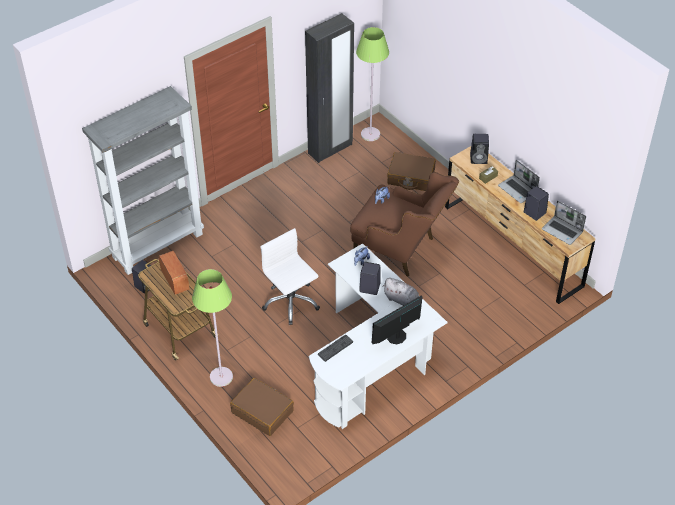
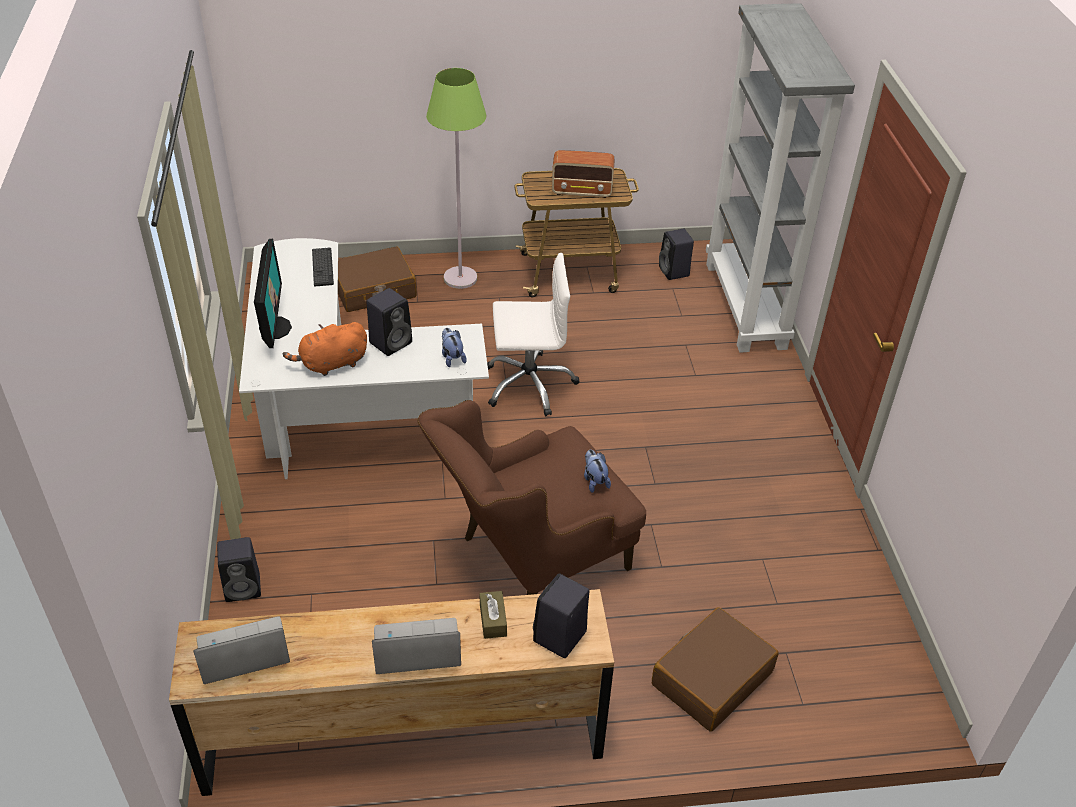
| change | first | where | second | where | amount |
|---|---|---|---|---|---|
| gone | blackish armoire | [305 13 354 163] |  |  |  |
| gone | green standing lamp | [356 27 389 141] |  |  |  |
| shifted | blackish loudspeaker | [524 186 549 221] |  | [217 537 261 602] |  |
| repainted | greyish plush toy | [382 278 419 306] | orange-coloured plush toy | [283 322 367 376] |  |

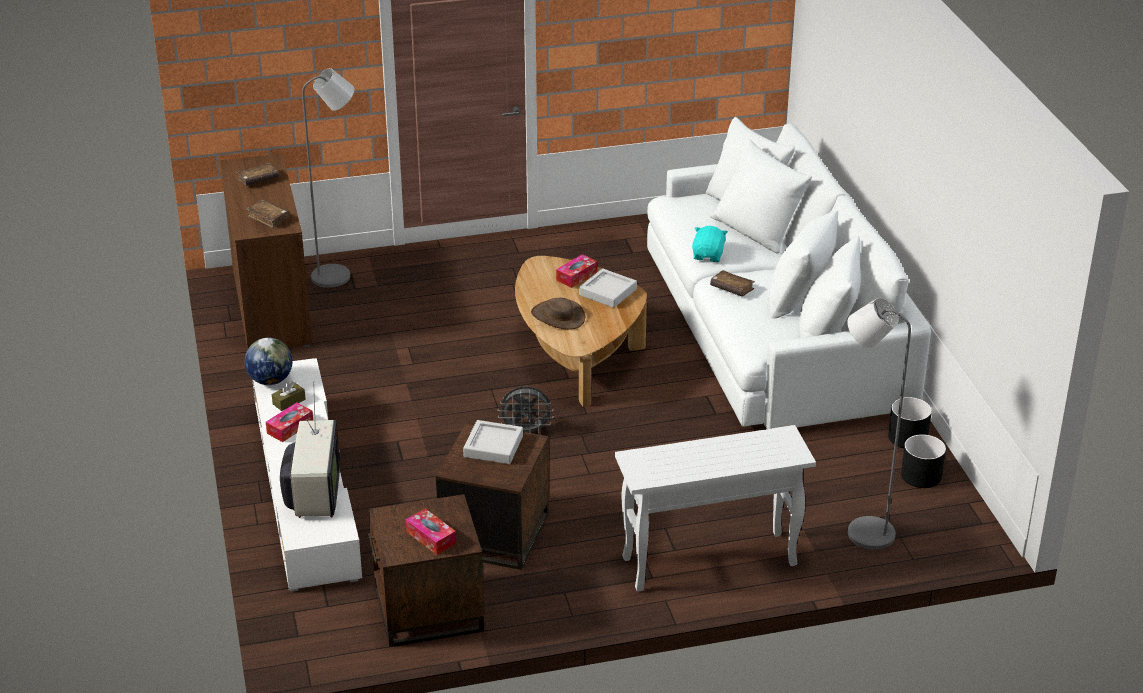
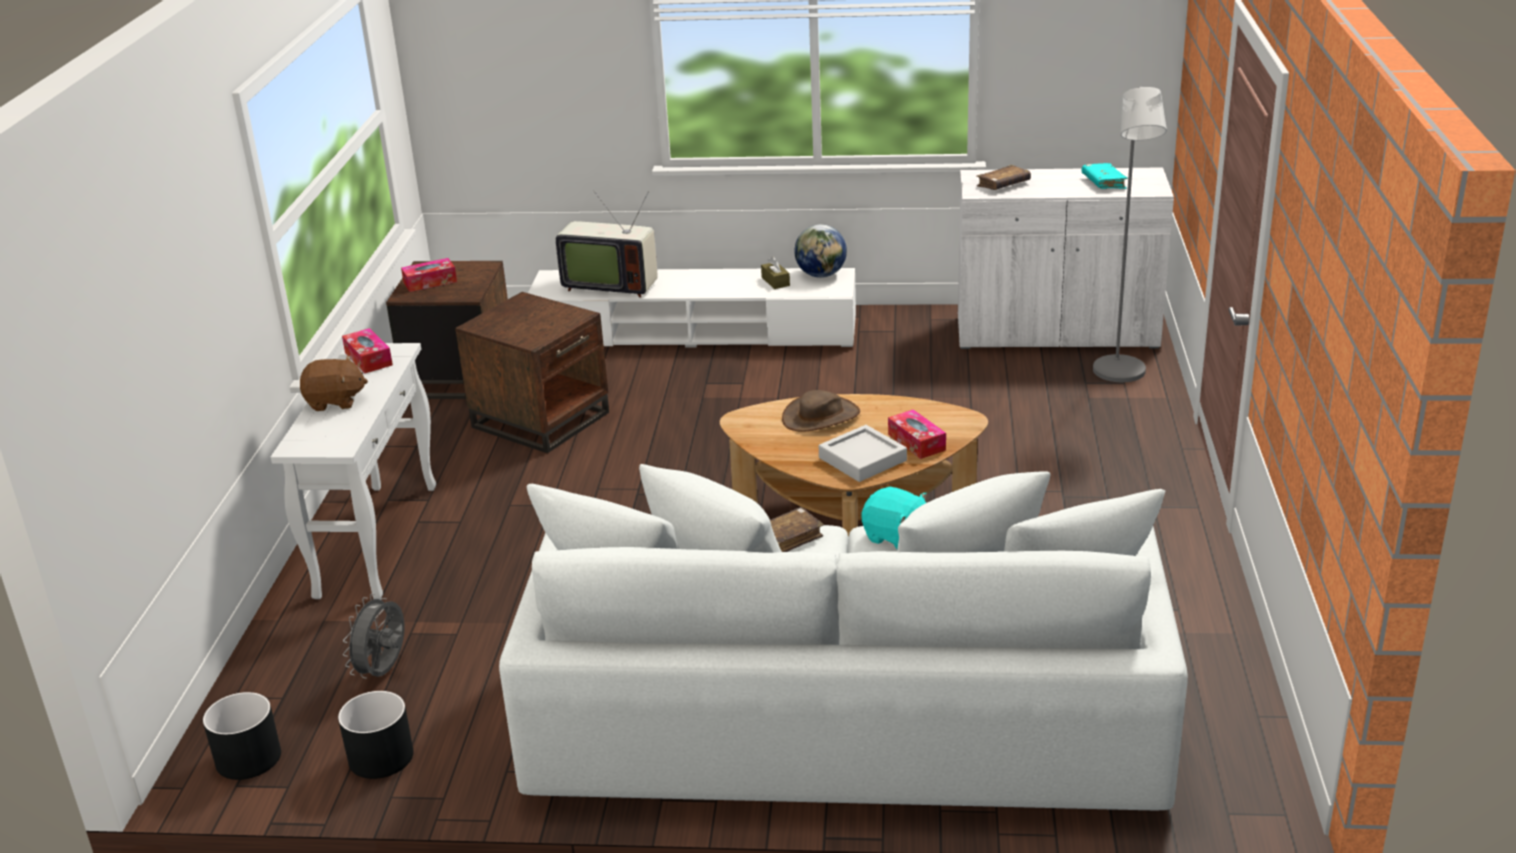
| change | first | where | second | where | amount |
|---|---|---|---|---|---|
| repainted | brown storage cabinet | [220 154 312 349] | white-coloured storage cabinet | [958 167 1174 349] |  |
| repainted | brown volume | [236 162 279 186] | blue-green volume | [1081 163 1128 189] |  |
| gone | greyish standing lamp | [847 298 911 550] |  |  |  |
| shifted | greyish cooling fan | [498 386 554 434] |  | [343 593 404 679] |  |
| shifted | blackish planter | [888 397 932 448] |  | [203 692 281 780] |  |
| shifted | tissue holder | [266 402 313 442] |  | [342 328 393 374] |  |
| gone | greyish carrying tray | [463 420 523 464] |  |  |  |
| new |  |  | brown plush toy | [300 355 368 411] |  |

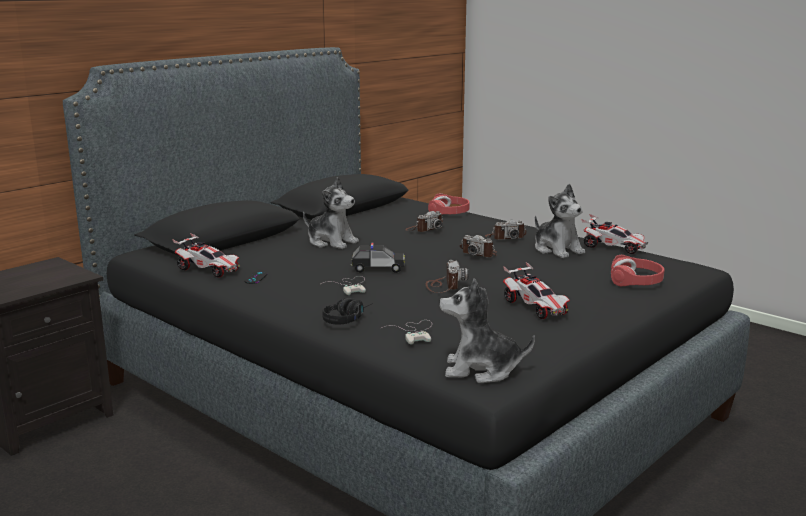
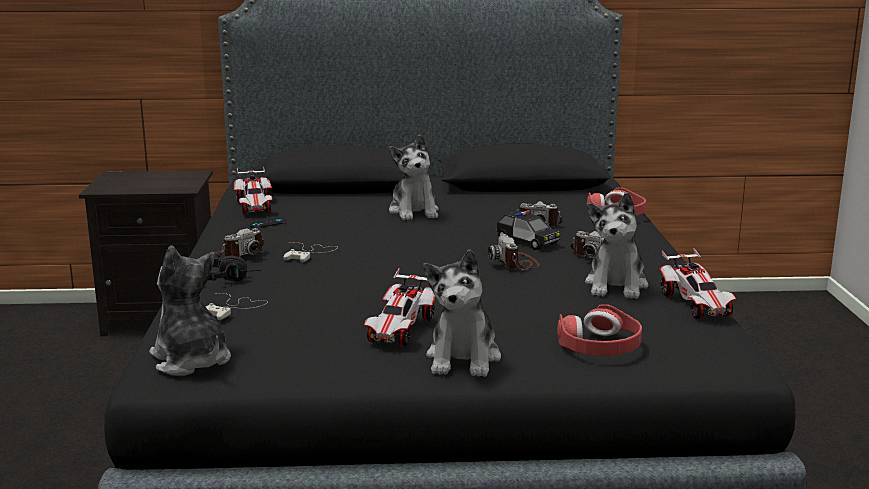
| change | first | where | second | where | amount |
|---|---|---|---|---|---|
| shifted | toy car | [351 243 405 273] |  | [496 210 560 250] |  |
| shifted | photo camera | [425 260 468 293] |  | [214 228 264 258] |  |
| new |  |  | plush toy | [423 249 501 377] |  |

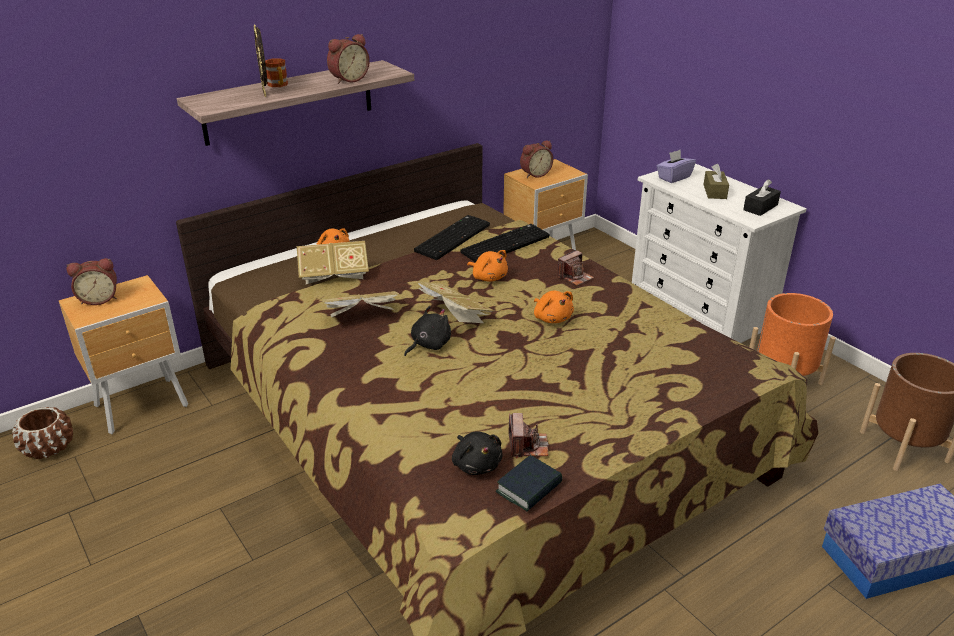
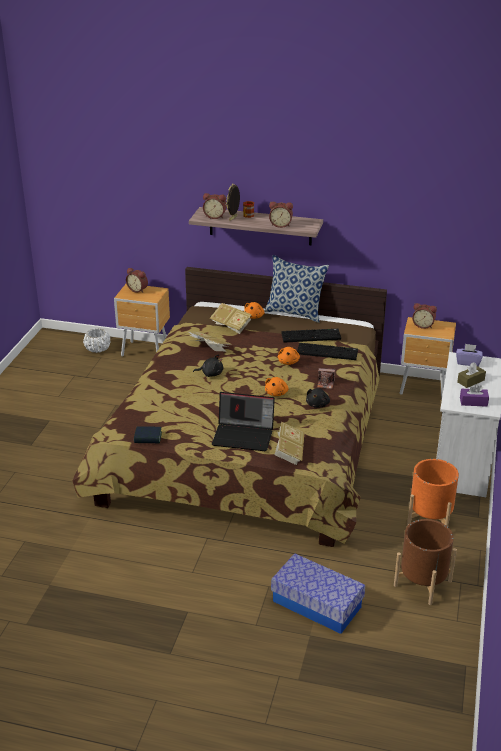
| change | first | where | second | where | amount |
|---|---|---|---|---|---|
| repainted | blackish tissue holder | [743 180 781 216] | purplish tissue holder | [460 384 489 407] |  |
| shifted | volume | [417 281 494 323] |  | [275 422 305 465] |  |
| repainted | brown planter | [12 407 73 459] | white-coloured planter | [83 328 111 353] |  |
| gone | photo camera | [508 413 549 459] |  |  |  |
| shifted | blackish plush toy | [452 431 503 475] |  | [306 388 330 408] |  |
| new |  |  | bedside clock | [203 193 227 219] |  |
| new |  |  | cushion | [265 255 329 323] |  |
| new |  |  | notebook computer | [212 392 275 451] |  |

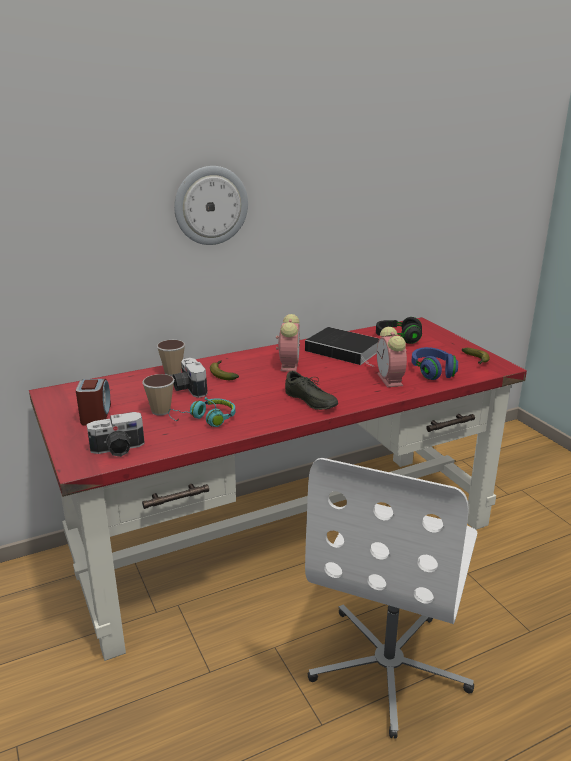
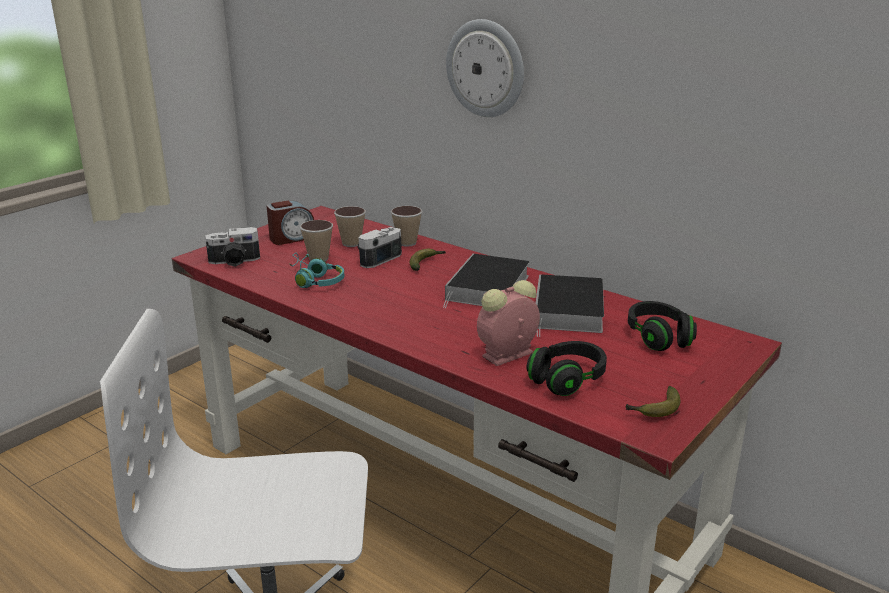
| change | first | where | second | where | amount |
|---|---|---|---|---|---|
| swapped | bedside clock | [276 314 300 372] | volume | [443 254 529 308] |  |
| repainted | blue headphones | [411 347 458 380] | blackish headphones | [527 341 607 396] |  |
| gone | greyish low shoe | [285 371 338 410] |  |  |  |
| rotated | photo camera | [87 412 145 457] |  | [205 227 260 267] | 60 degrees counterclockwise |
| new |  |  | drinking cup | [334 206 366 247] |  |

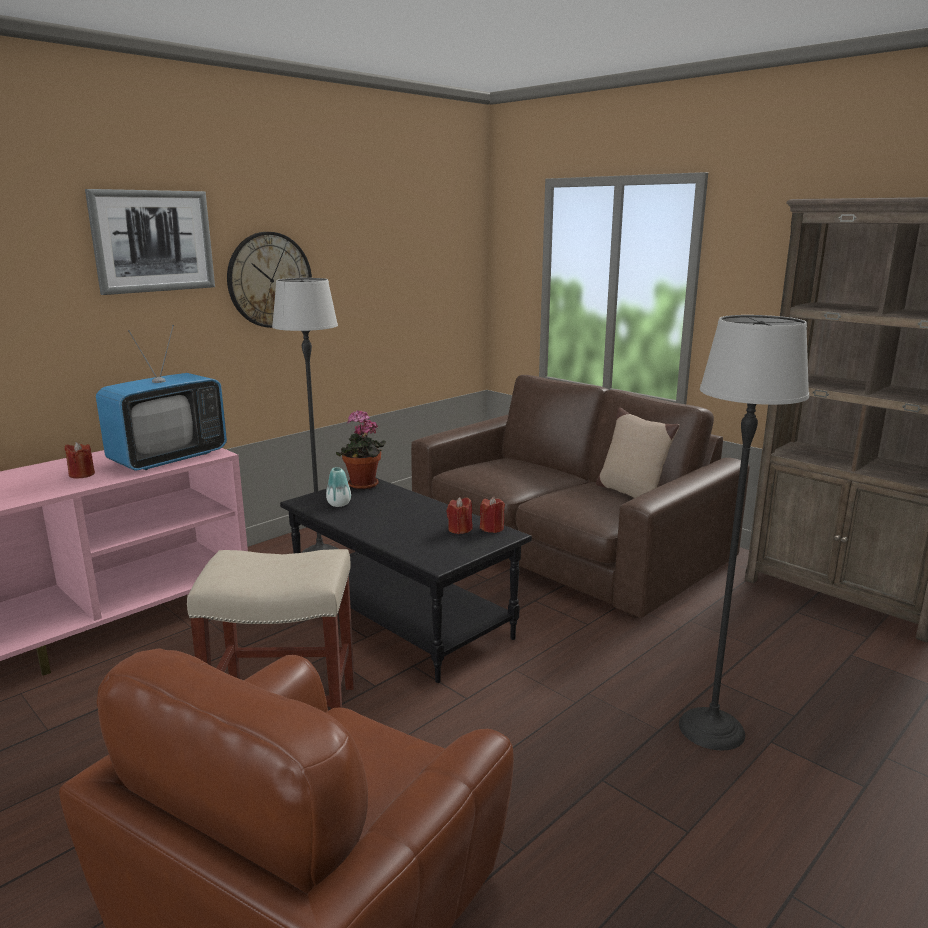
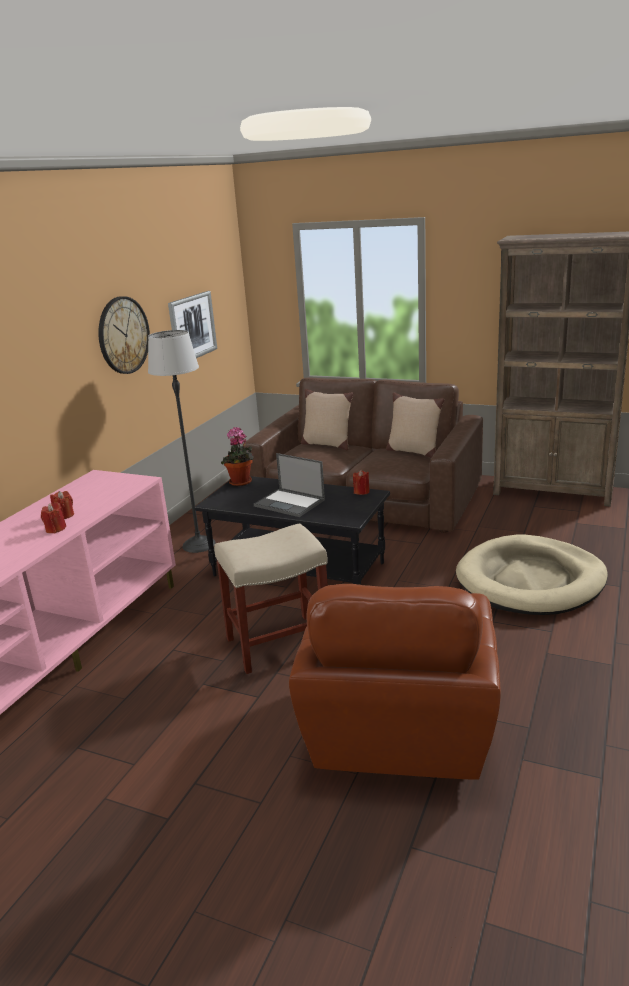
| change | first | where | second | where | amount |
|---|---|---|---|---|---|
| shifted | wall art | [85 189 215 295] |  | [168 291 217 358] |  |
| swapped | standing lamp | [679 315 809 750] | sand-coloured dog bed | [456 534 608 615] |  |
| gone | TV set | [96 325 227 471] |  |  |  |
| gone | vase | [326 467 351 507] |  |  |  |
| shifted | reddish wax light | [447 497 472 534] |  | [41 502 66 533] |  |
| new |  |  | sand-coloured cushion | [301 389 353 451] |  |
| new |  |  | notebook computer | [254 453 325 517] |  |

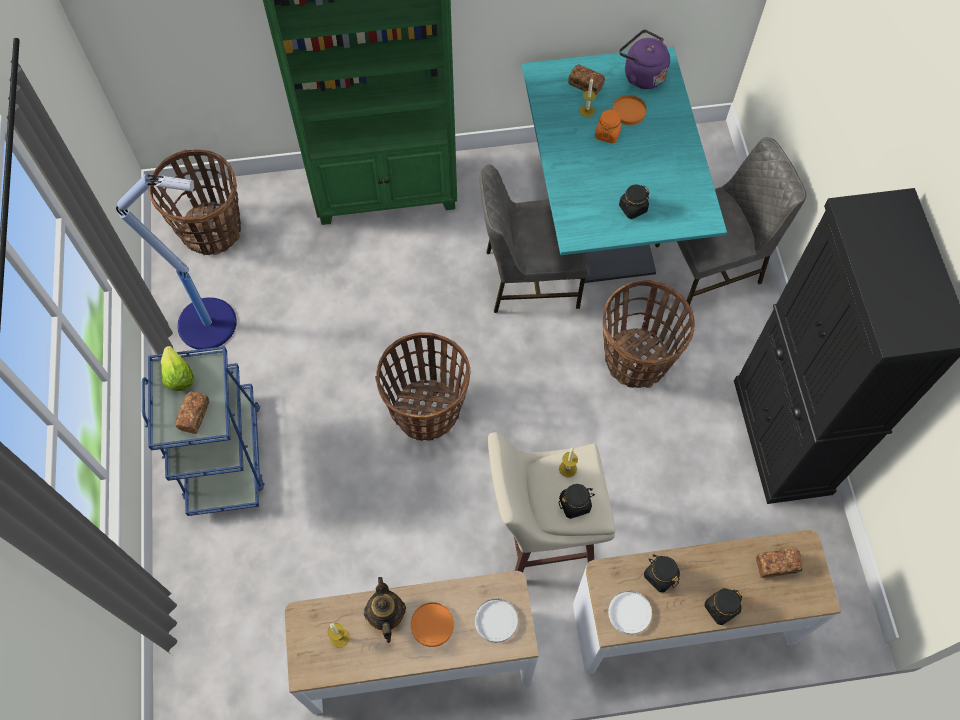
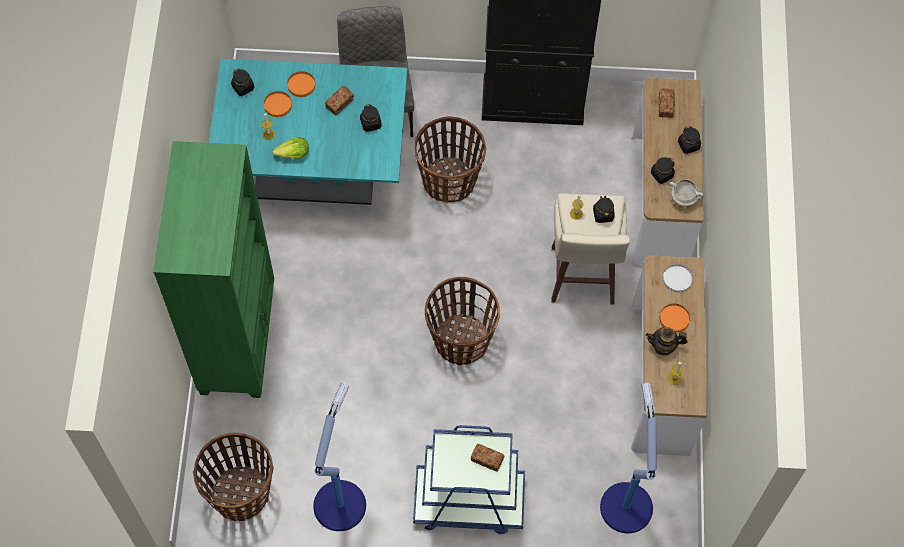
| change | first | where | second | where | amount |
|---|---|---|---|---|---|
| swapped | purplish water kettle | [619 30 670 89] | blackish jar | [231 68 254 96] |  |
| shifted | bakery bread | [568 64 605 95] |  | [325 86 354 115] |  |
| gone | orange-coloured jar | [595 109 622 144] |  |  |  |
| gone | greyish upright chair | [479 165 590 313] |  |  |  |
| shifted | lettuce | [161 346 194 391] |  | [272 137 309 159] |  |
| swapped | white-coloured plate | [608 590 652 635] | white-coloured saucepot | [669 179 704 207] |  |
| new |  |  | orange-coloured plate | [287 71 315 97] |  |
| new |  |  | standing lamp | [600 383 657 533] |  |

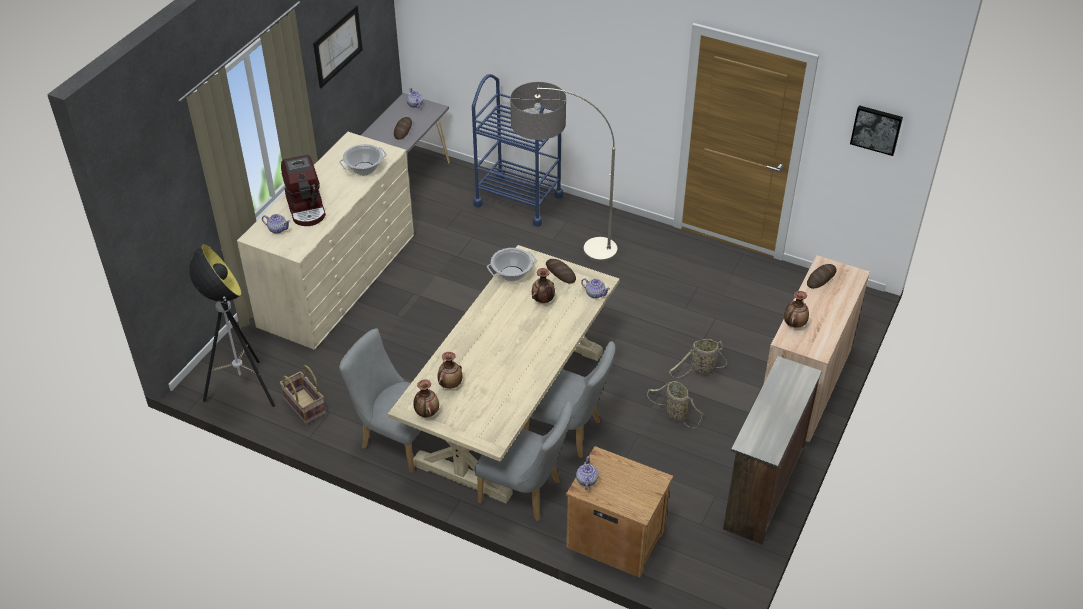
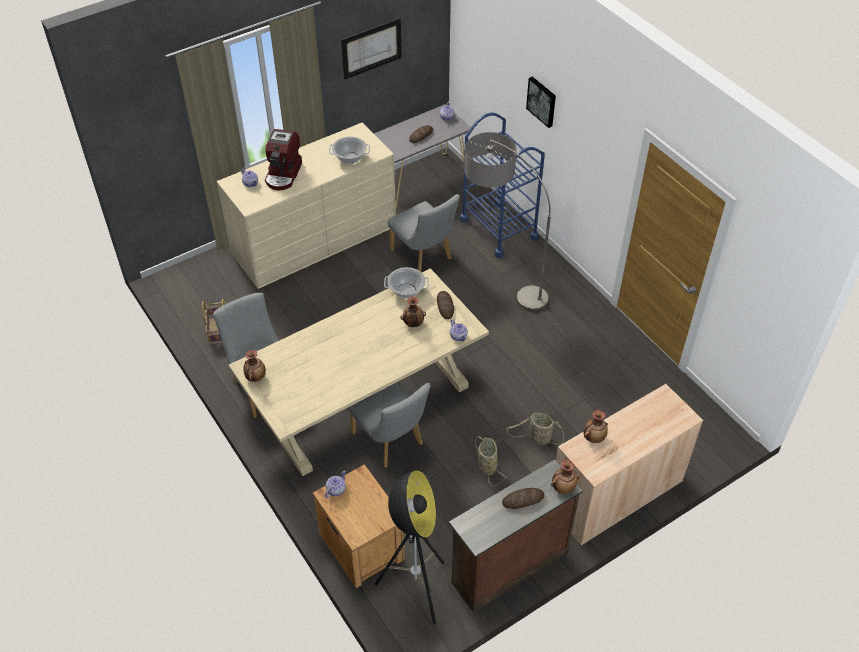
| change | first | where | second | where | amount |
|---|---|---|---|---|---|
| shifted | wall art | [850 105 903 156] |  | [526 77 556 128] |  |
| shifted | standing lamp | [189 244 275 407] |  | [375 470 445 624] |  |
| shifted | bakery bread | [807 264 836 289] |  | [502 488 544 509] |  |
| shifted | vase | [438 352 463 389] |  | [551 460 579 494] |  |
| shifted | greyish upright chair | [475 401 572 521] |  | [388 194 460 272] |  |

